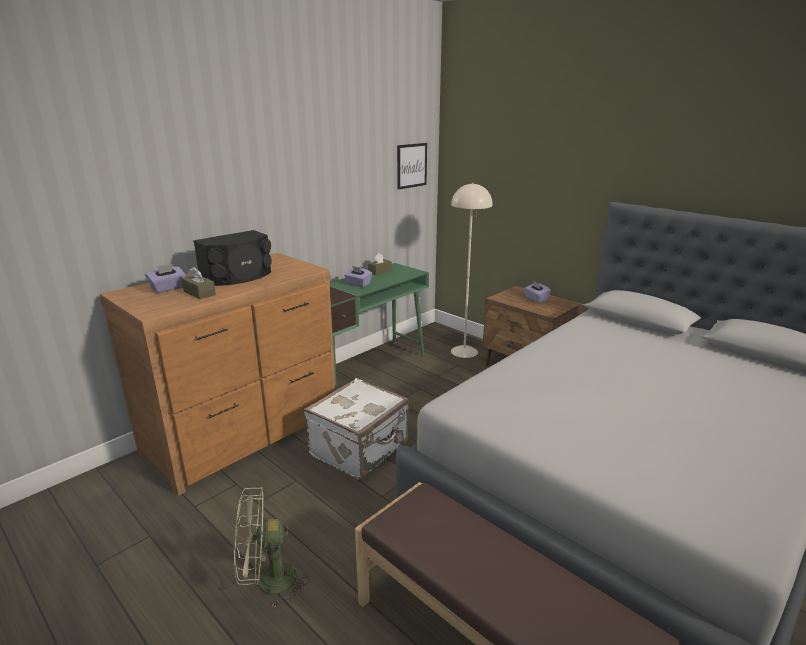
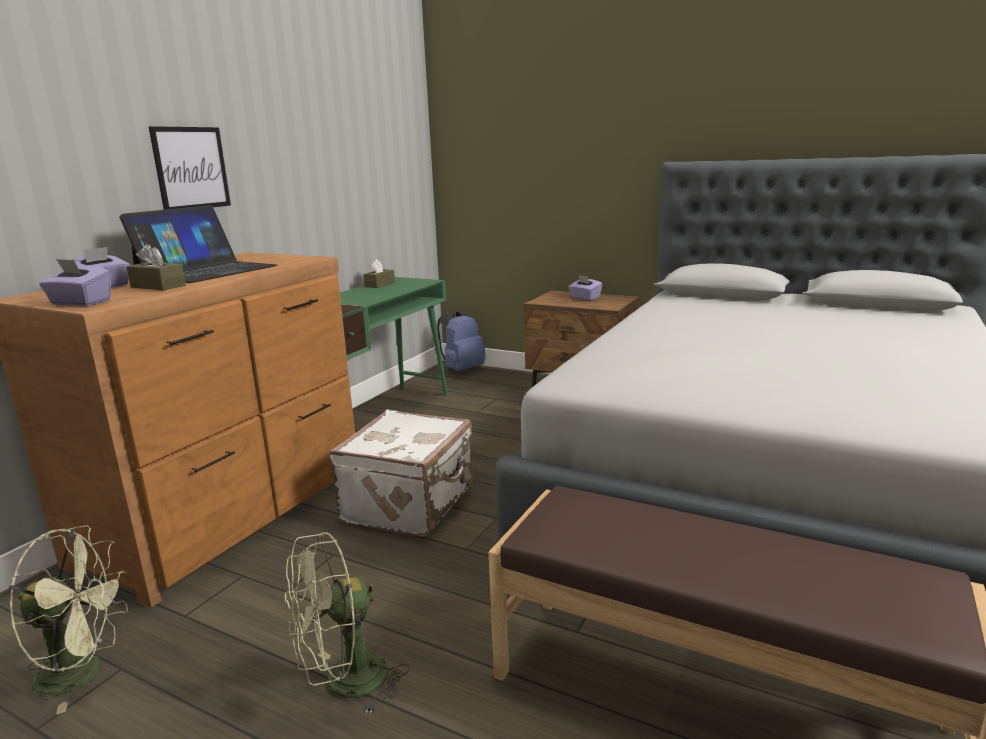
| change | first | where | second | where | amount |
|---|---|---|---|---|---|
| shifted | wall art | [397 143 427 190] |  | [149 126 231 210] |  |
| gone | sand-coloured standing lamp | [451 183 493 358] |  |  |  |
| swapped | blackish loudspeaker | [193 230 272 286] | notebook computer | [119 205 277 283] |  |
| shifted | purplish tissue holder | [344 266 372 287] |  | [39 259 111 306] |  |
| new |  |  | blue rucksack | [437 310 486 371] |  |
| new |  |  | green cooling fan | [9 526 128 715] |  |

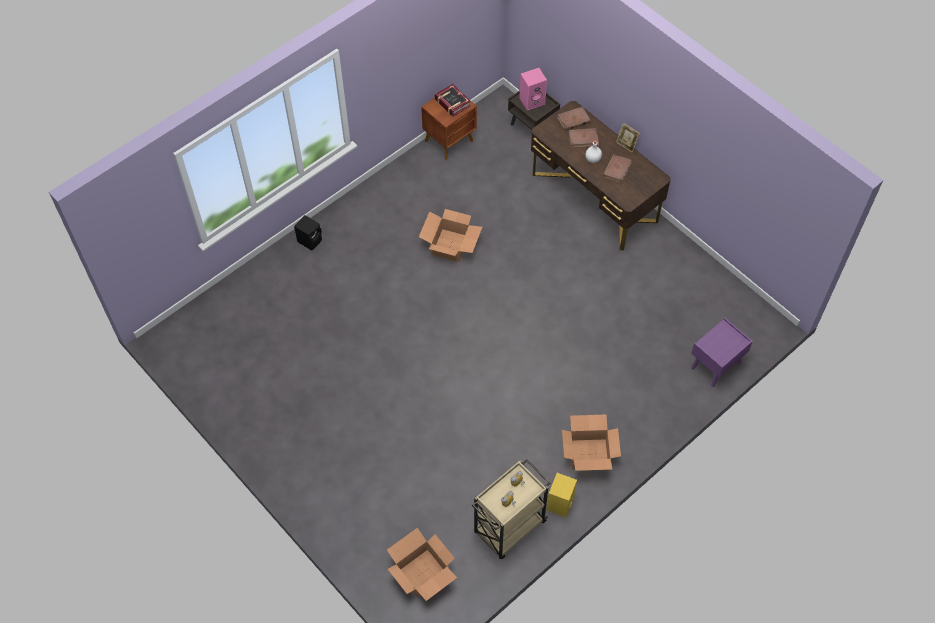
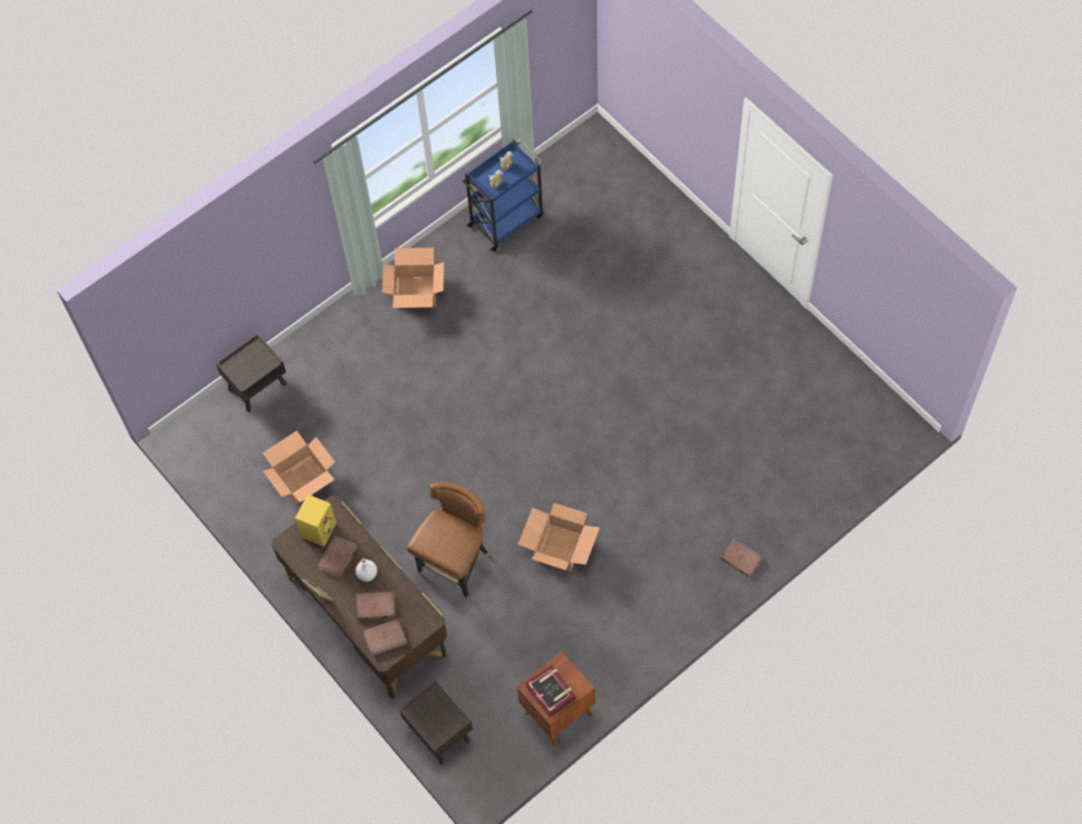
| change | first | where | second | where | amount |
|---|---|---|---|---|---|
| gone | pinkish loudspeaker | [519 68 547 110] |  |  |  |
| swapped | blackish loudspeaker | [294 215 322 251] | brown volume | [720 538 763 577] |  |
| repainted | purplish bedside table | [691 318 753 387] | brown bedside table | [216 333 287 412] |  |
| repainted | sand-coloured trolley | [472 459 551 559] | blue trolley | [462 139 543 252] |  |
| shifted | yellowish loudspeaker | [547 473 577 517] |  | [295 494 336 547] |  |
| shifted | carton | [387 528 457 601] |  | [263 431 335 503] |  |
| new |  |  | brown upright chair | [407 482 490 600] |  |

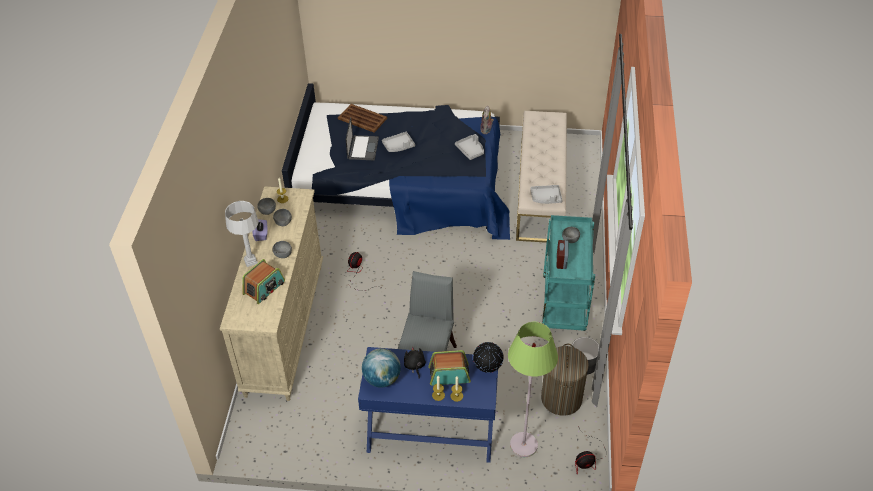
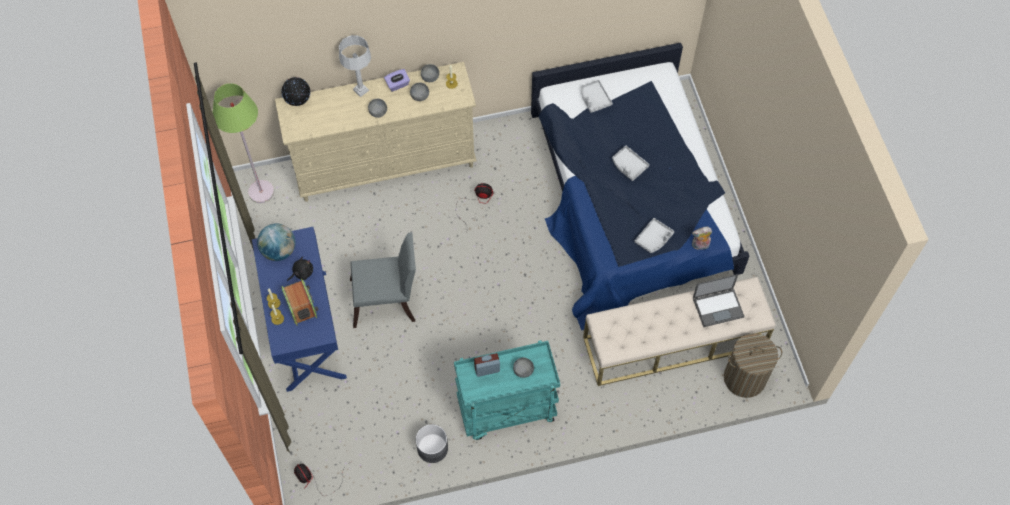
| change | first | where | second | where | amount |
|---|---|---|---|---|---|
| gone | brown carrying tray | [338 104 387 132] |  |  |  |
| shifted | notebook computer | [346 117 379 161] |  | [693 274 745 327] |  |
| shifted | greyish carrying tray | [530 185 563 204] |  | [581 80 613 113] |  |
| gone | radio receiver | [243 259 285 304] |  |  |  |
| shifted | green standing lamp | [508 322 558 457] |  | [213 83 274 203] |  |
| shifted | globe | [473 342 504 373] |  | [282 77 310 106] |  |
| shifted | washing basket | [541 344 589 415] |  | [724 333 782 398] |  |

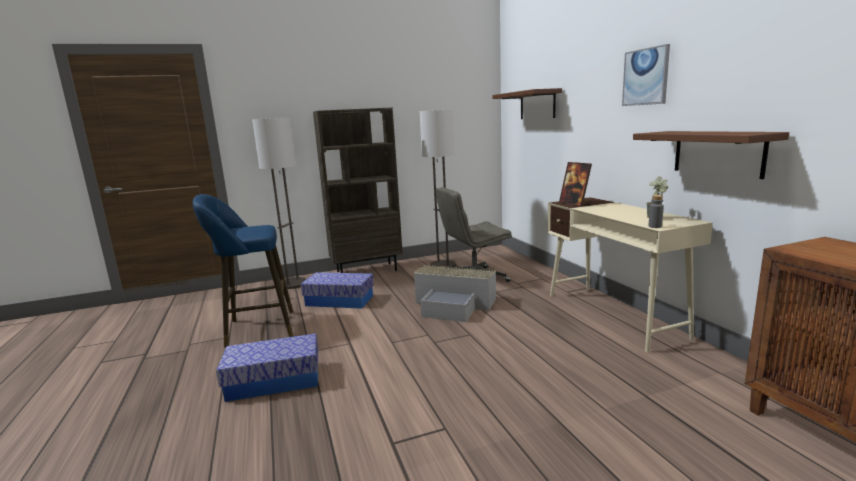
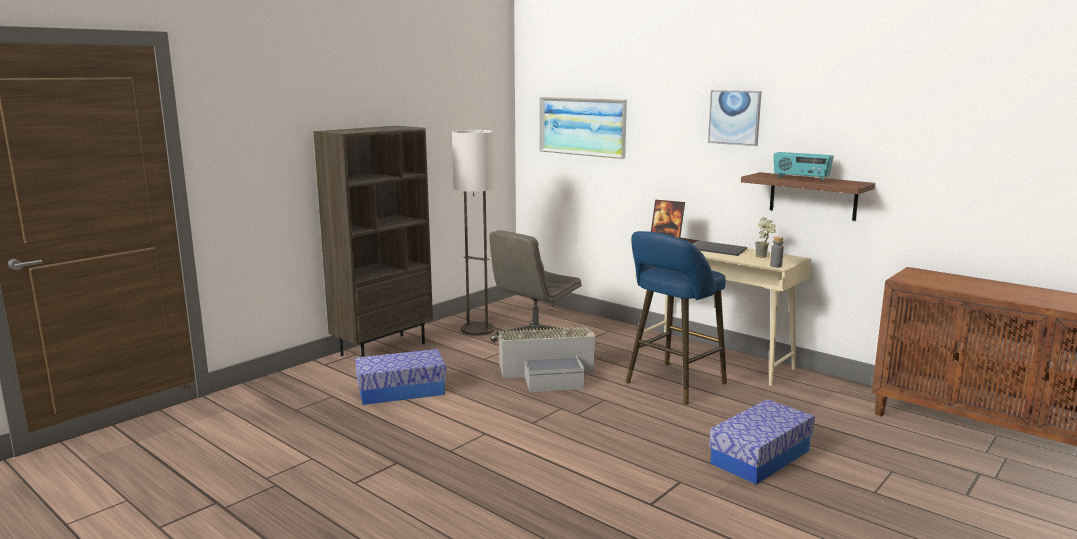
| change | first | where | second | where | amount |
|---|---|---|---|---|---|
| swapped | brown shelf | [492 88 562 119] | wall art | [540 97 627 159] |  |
| gone | standing lamp | [252 118 306 289] |  |  |  |
| shifted | blue sitting stool | [193 194 293 348] |  | [626 231 727 404] |  |
| shifted | storage bin | [216 333 318 402] |  | [709 399 815 485] |  |
| new |  |  | radio receiver | [774 152 834 181] |  |
| new |  |  | keyboard | [693 240 747 256] |  |

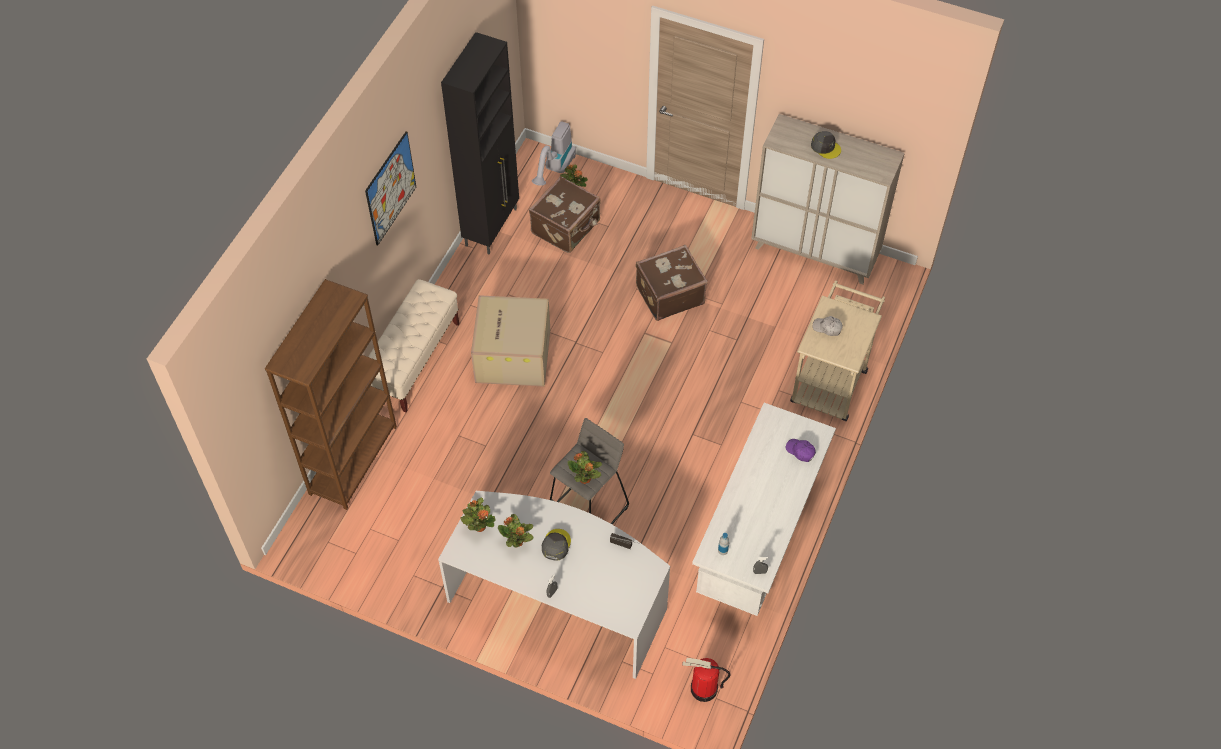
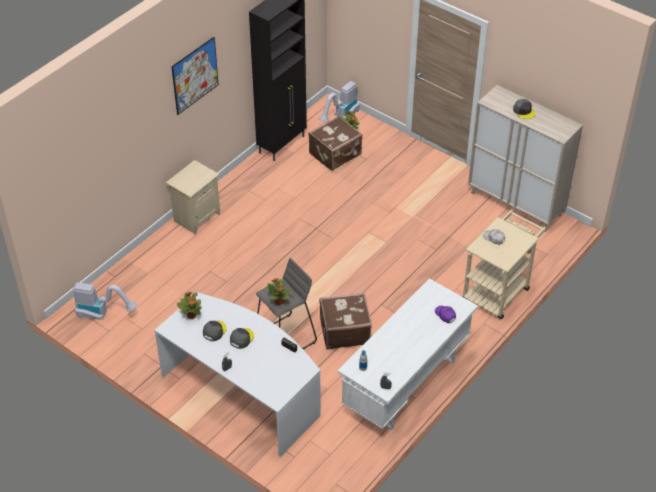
| change | first | where | second | where | amount |
|---|---|---|---|---|---|
| shifted | brown suitcase | [636 245 708 321] |  | [319 293 372 350] |  |
| gone | brown bookshelf | [265 279 397 510] |  |  |  |
| swapped | sand-coloured indoor bench | [368 279 459 412] | sand-coloured bedside table | [166 160 220 235] |  |
| gone | carton | [471 295 550 387] |  |  |  |
| swapped | plant in a pot | [498 514 534 548] | greyish peaked cap | [203 321 227 341] |  |
| gone | fire extinguisher | [682 658 730 702] |  |  |  |
| new |  |  | hoover | [74 282 137 320] |  |

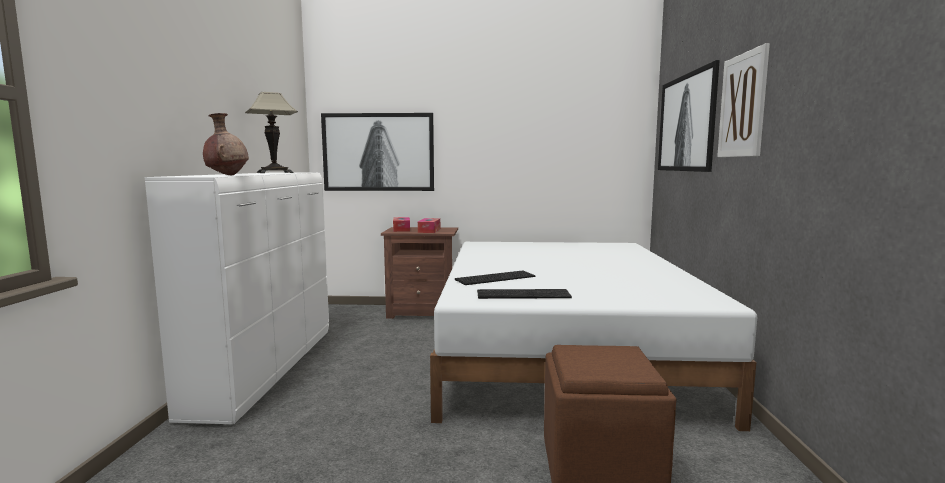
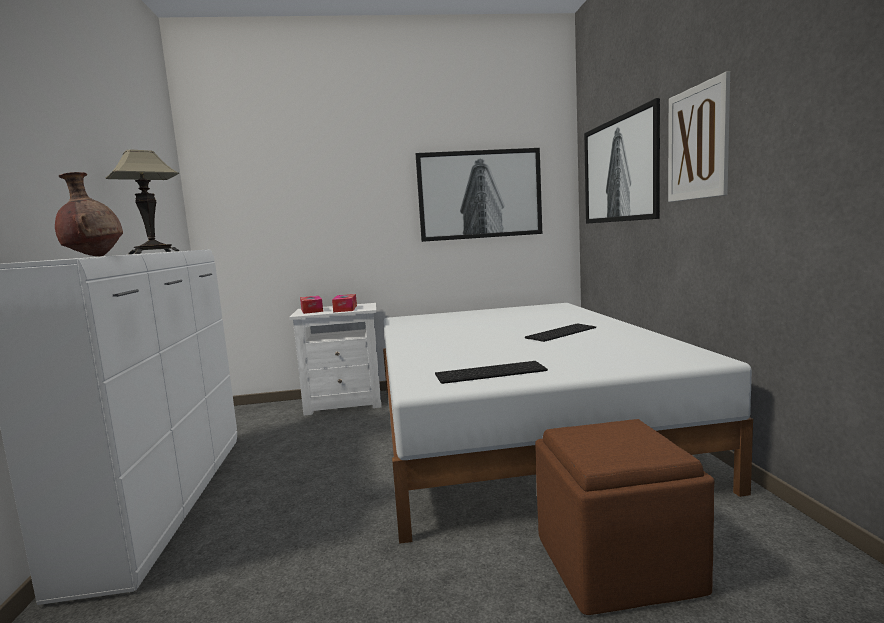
| change | first | where | second | where | amount |
|---|---|---|---|---|---|
| shifted | wall art | [321 113 434 191] |  | [415 148 542 242] |  |
| repainted | brown bedside table | [381 227 458 319] | white-coloured bedside table | [289 303 381 416] |  |
| shifted | keyboard | [455 270 536 285] |  | [525 324 596 342] |  |

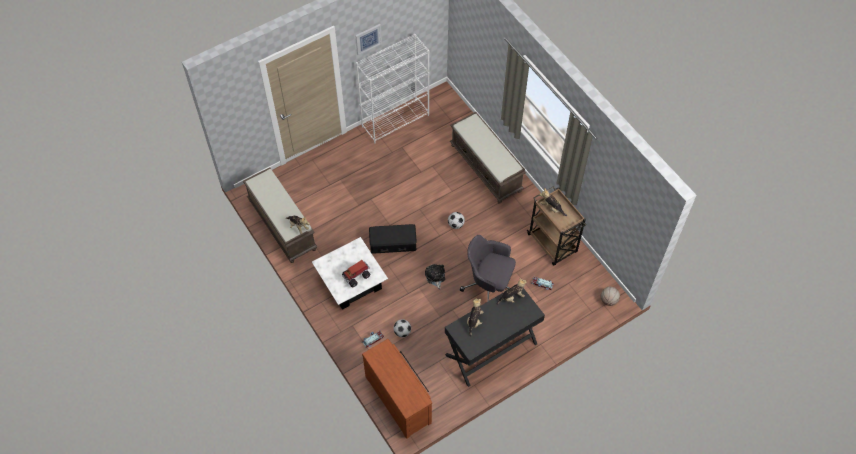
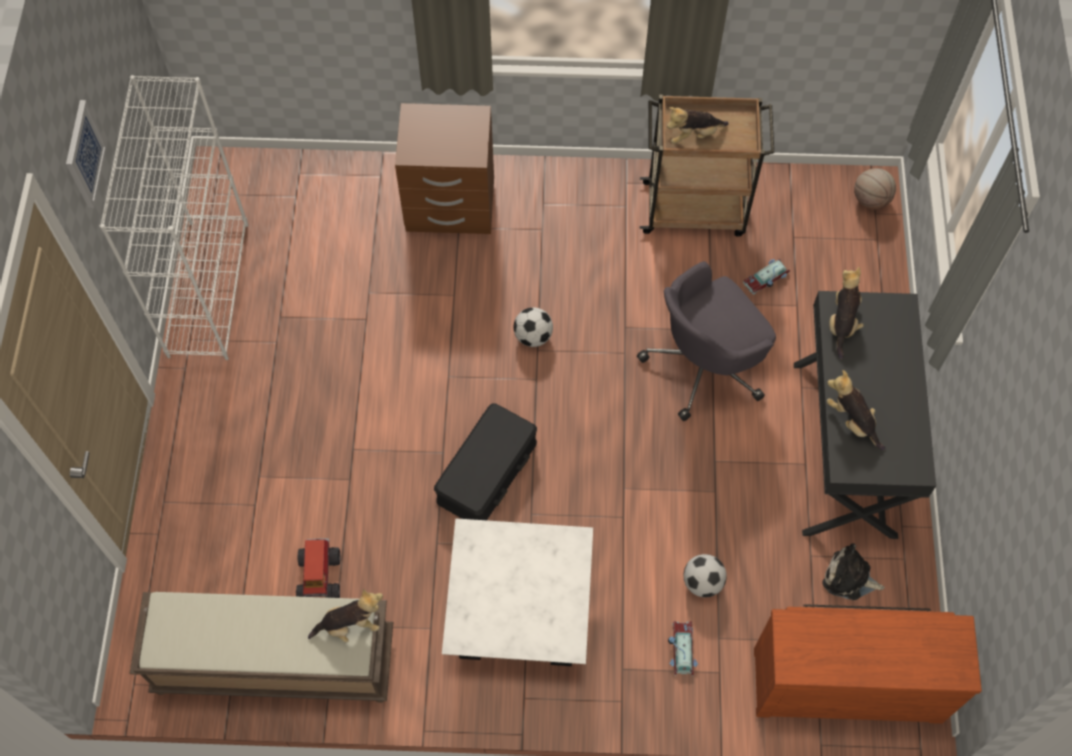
| change | first | where | second | where | amount |
|---|---|---|---|---|---|
| swapped | brown indoor bench | [450 112 526 204] | brown bedside table | [395 103 494 234] |  |
| shifted | model truck | [342 260 370 288] |  | [296 539 341 598] |  |
| shifted | plush toy | [425 264 445 289] |  | [823 543 885 600] |  |

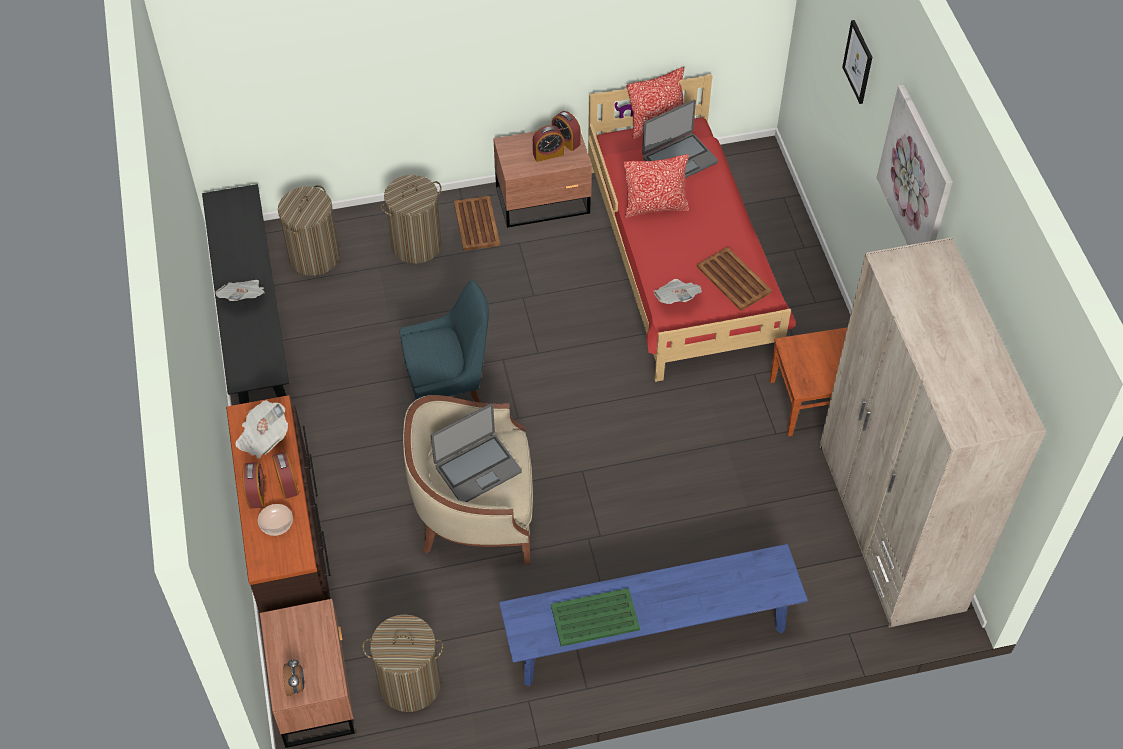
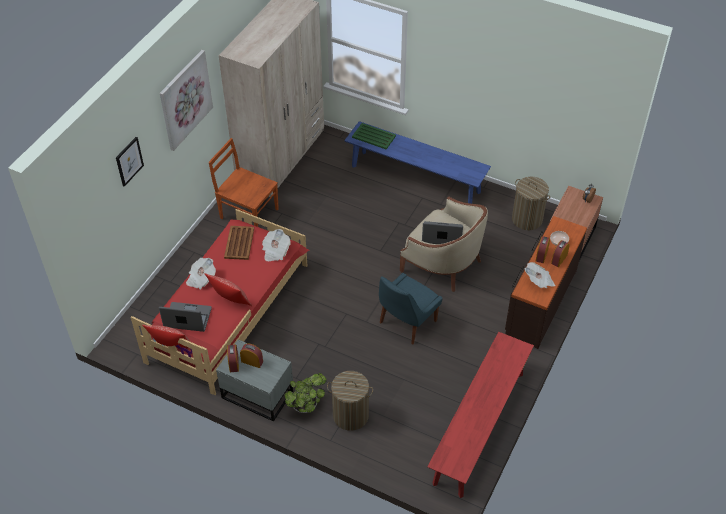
| change | first | where | second | where | amount |
|---|---|---|---|---|---|
| repainted | brown bedside table | [493 131 592 228] | greyish bedside table | [216 339 293 421] |  |
| repainted | blackish indoor bench | [202 184 289 404] | reddish indoor bench | [427 332 534 498] |  |
| gone | washing basket | [278 185 340 276] |  |  |  |
| swapped | brown carrying tray | [454 196 500 251] | plant in a pot | [285 373 327 413] |  |
| shifted | newspaper | [215 280 265 301] |  | [186 257 216 289] |  |
| rotated | blue upright chair | [400 280 489 403] |  | [379 273 442 344] | 75 degrees counterclockwise |
| shifted | green carrying tray | [551 588 640 646] |  | [352 123 396 149] |  |

